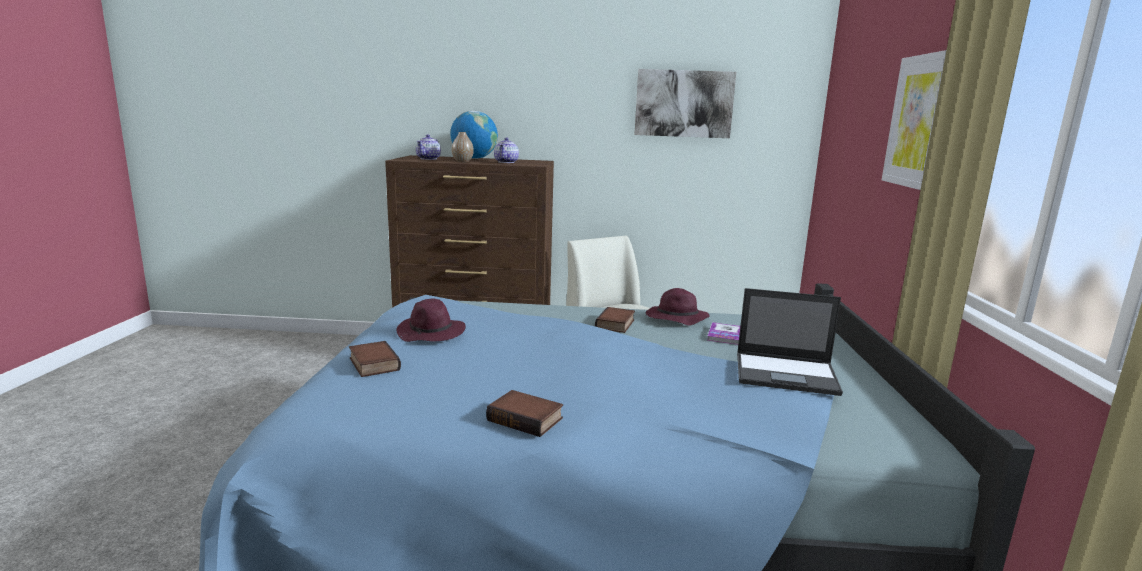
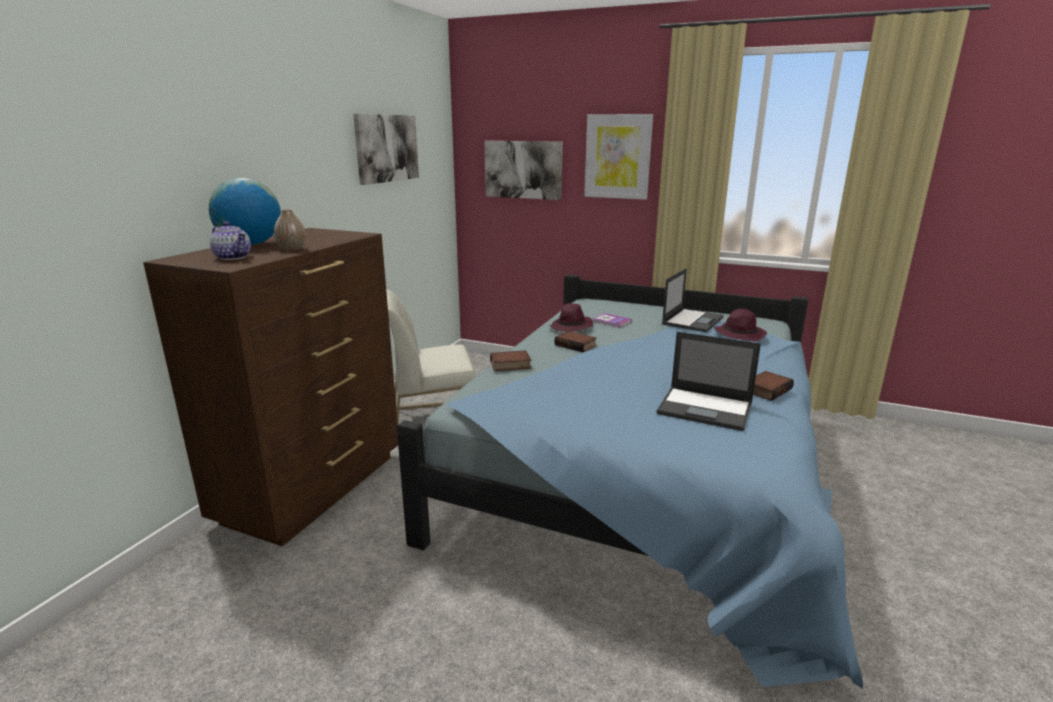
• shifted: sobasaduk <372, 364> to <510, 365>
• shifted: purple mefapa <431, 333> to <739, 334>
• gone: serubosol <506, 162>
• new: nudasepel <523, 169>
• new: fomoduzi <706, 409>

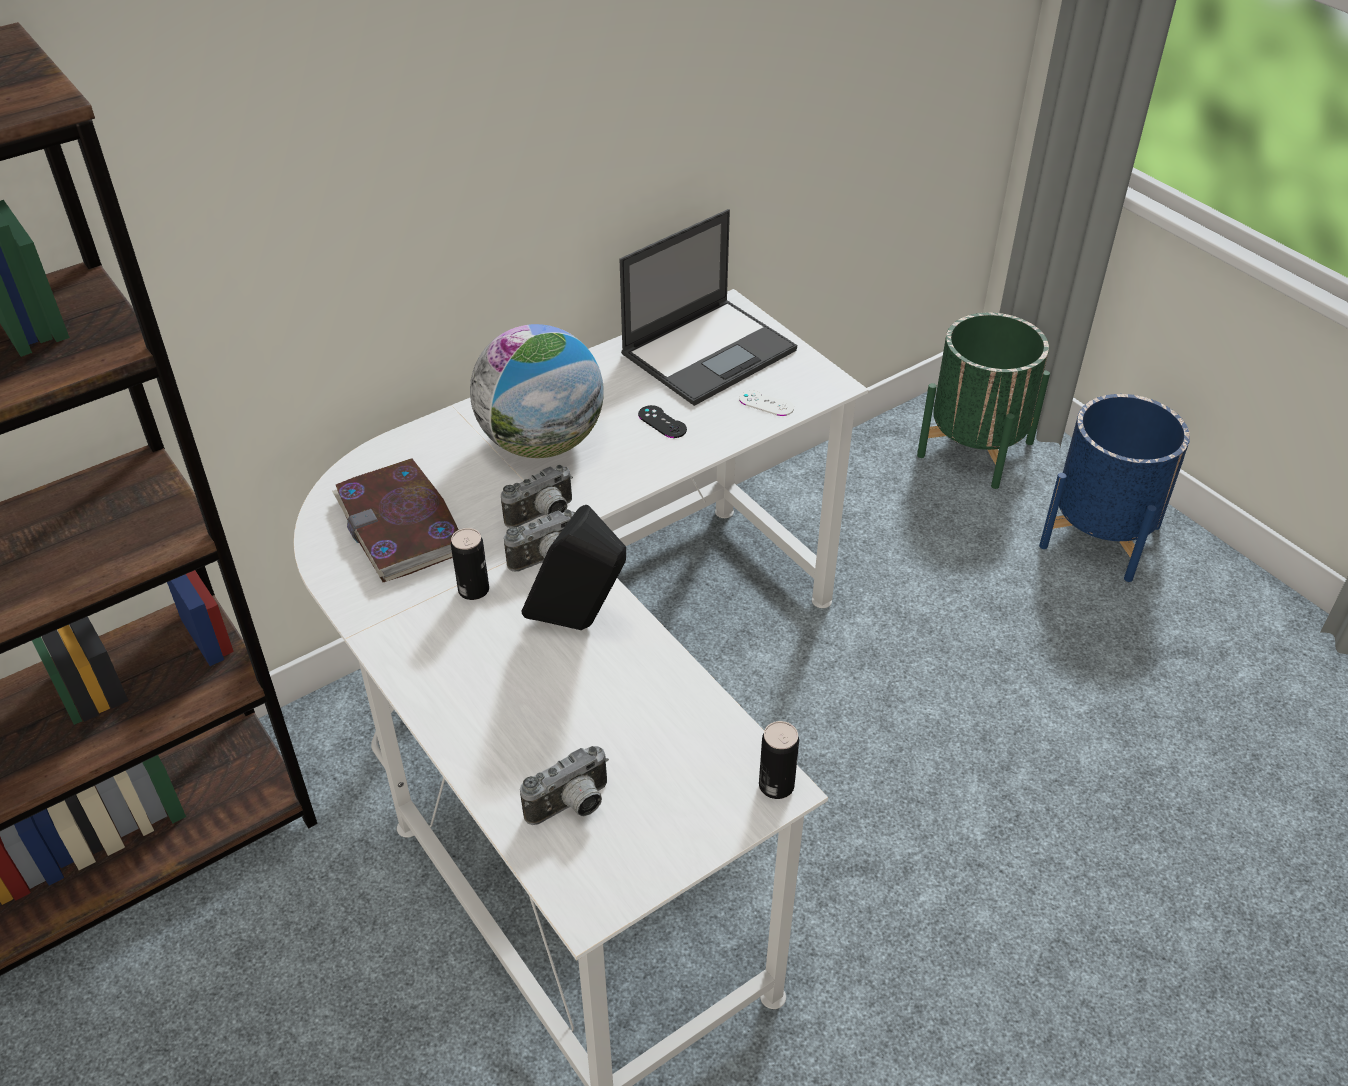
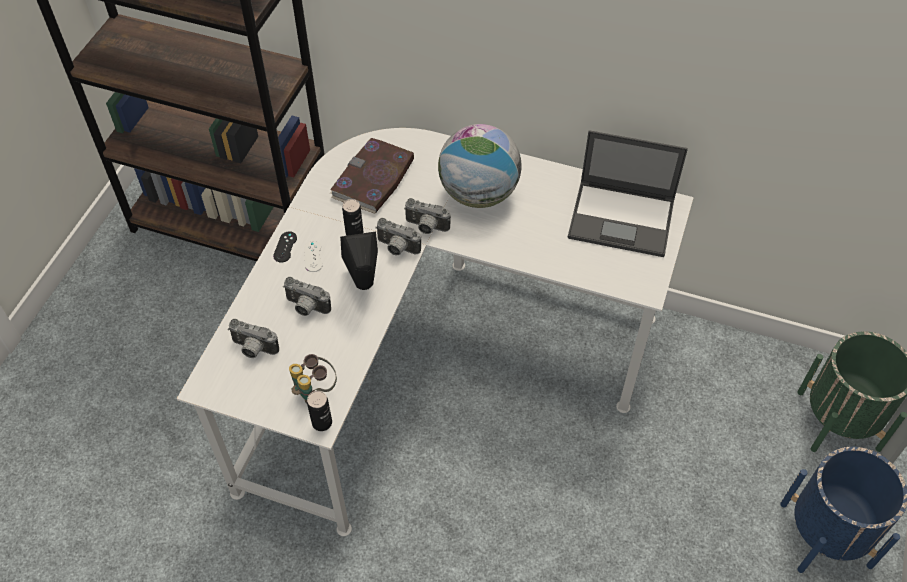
• shifted: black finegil <662, 422> to <285, 247>
• shifted: white finegil <766, 403> to <313, 256>
• new: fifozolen <306, 308>
• new: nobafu <314, 390>

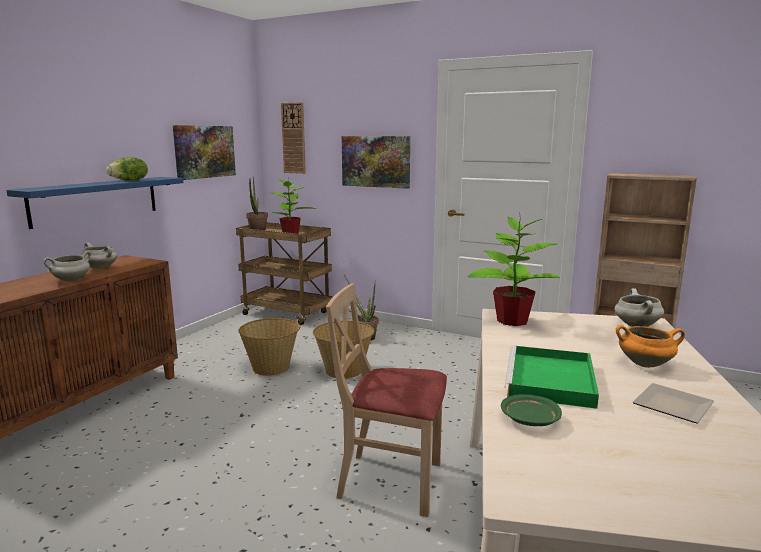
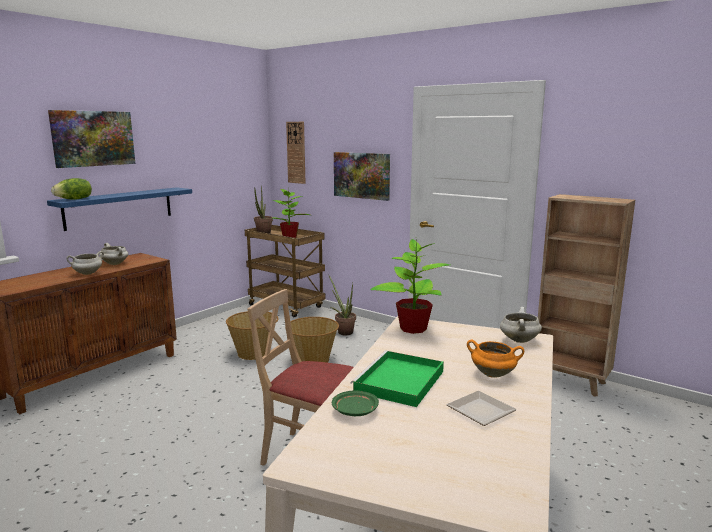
• shifted: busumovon <130, 180> to <74, 199>
• shifted: nudasepel <204, 151> to <93, 138>

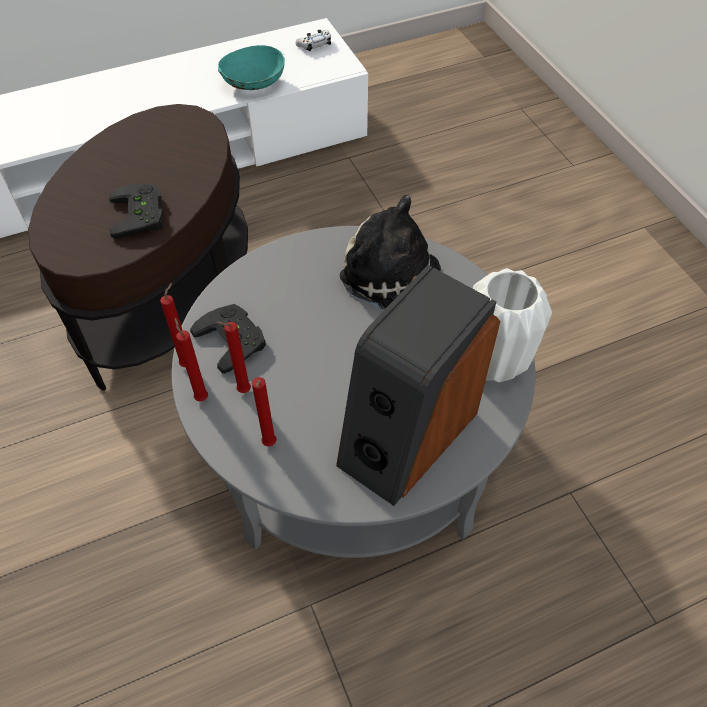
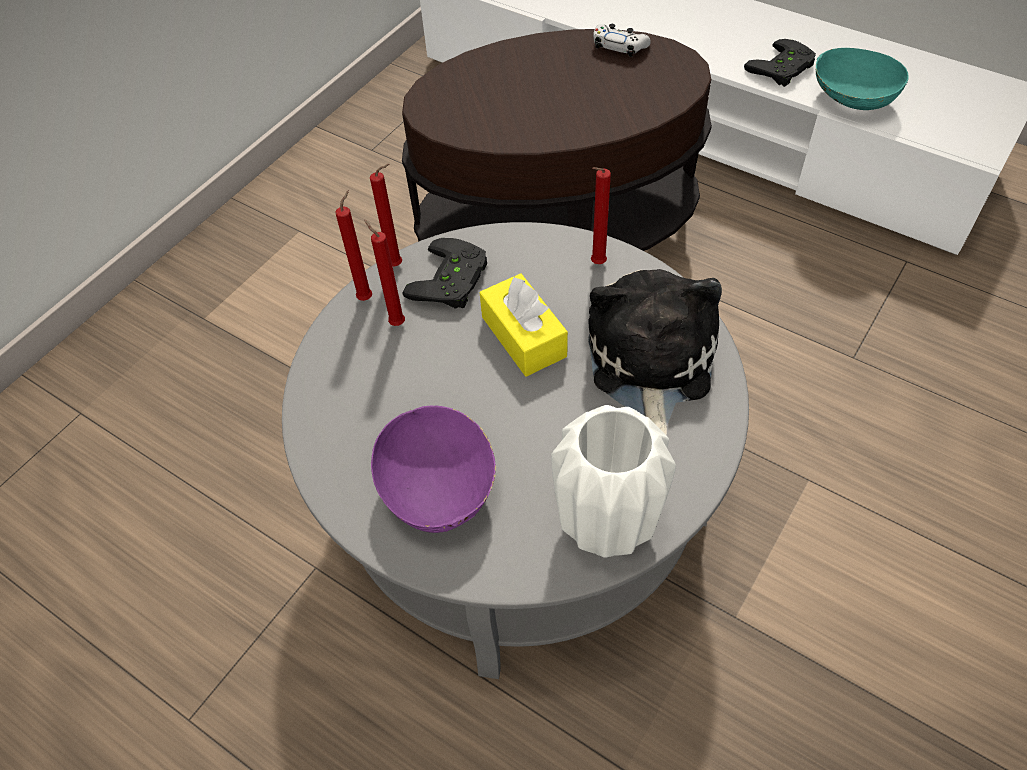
• shifted: black finegil <142, 215> to <783, 69>
• shifted: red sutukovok <269, 445> to <596, 264>
• shifted: white finegil <314, 44> to <619, 46>
• swapped: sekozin <406, 435> to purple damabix <439, 490>
• new: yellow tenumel <523, 336>

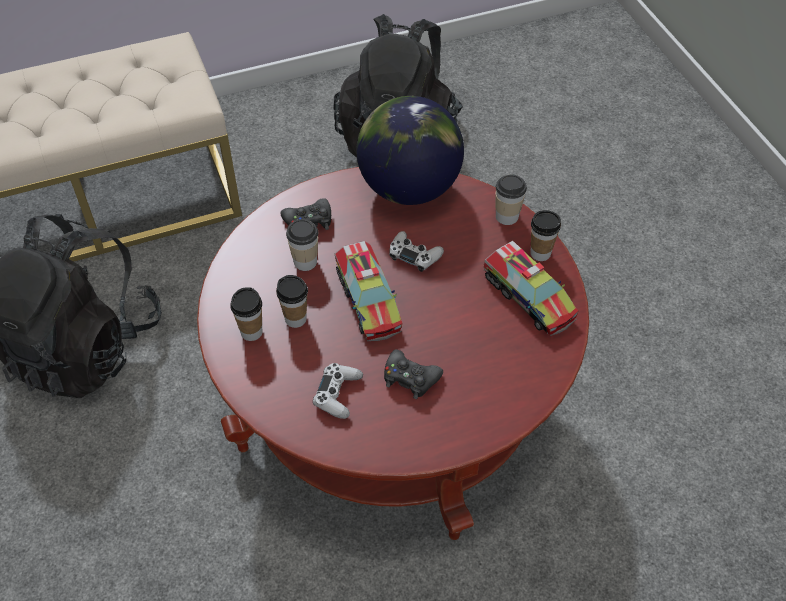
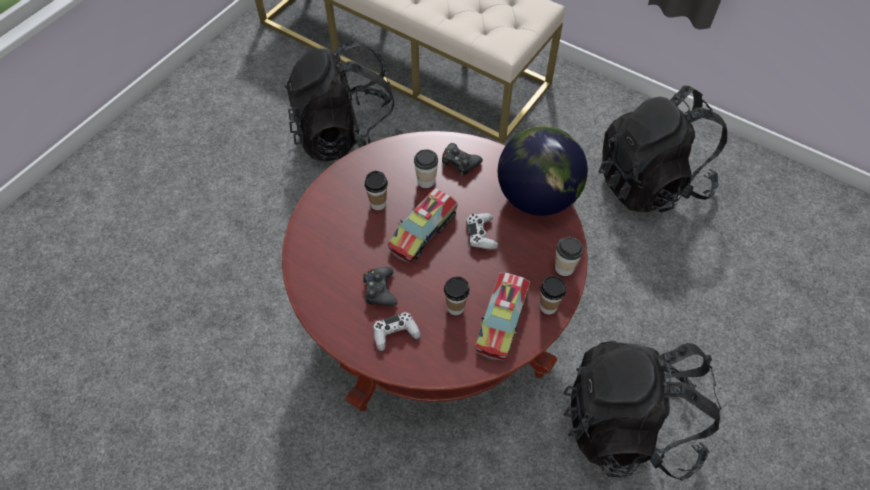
• shifted: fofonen <251, 332> to <455, 307>
• shifted: white finegil <338, 394> to <395, 333>
• new: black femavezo <628, 425>

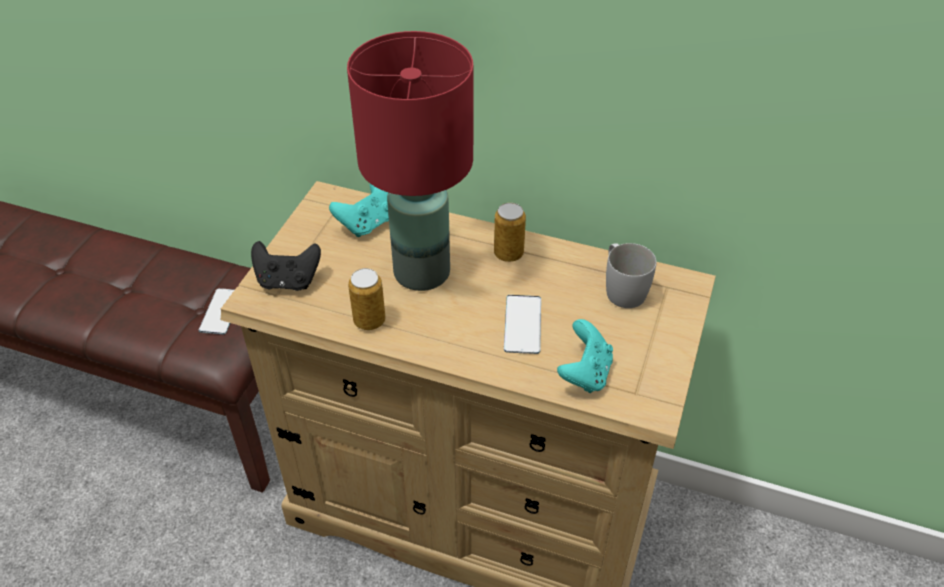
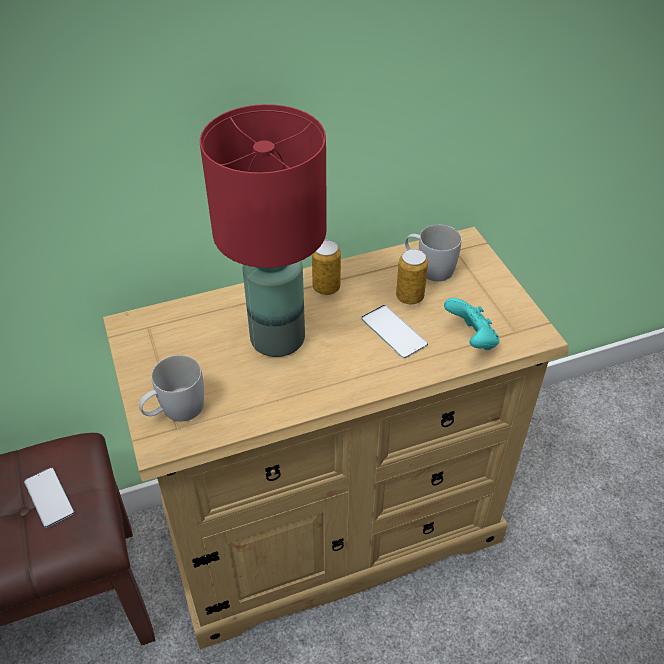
• swapped: black finegil <288, 281> to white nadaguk <175, 410>
• gone: turquoise finegil <366, 224>
• shifted: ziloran <369, 320> to <409, 297>

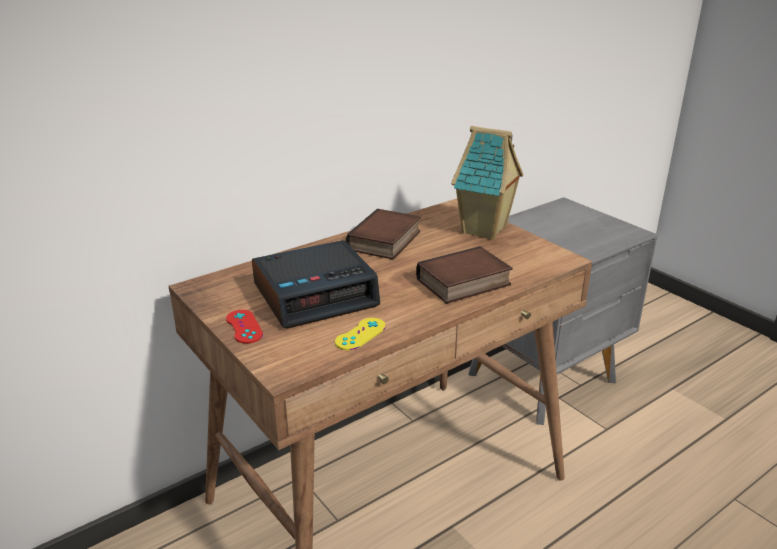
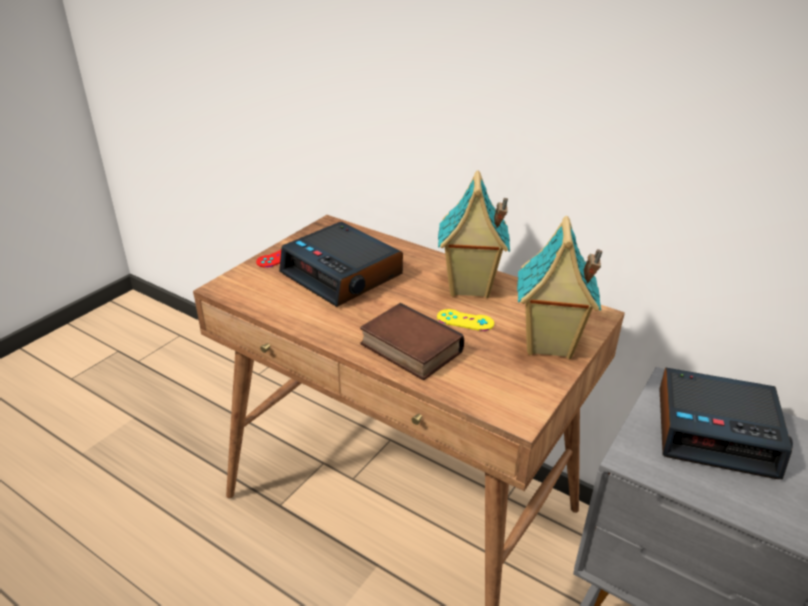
• shifted: yellow finegil <360, 334> to <465, 320>
• swapped: sobasaduk <386, 242> to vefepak <469, 288>
• new: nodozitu <716, 431>

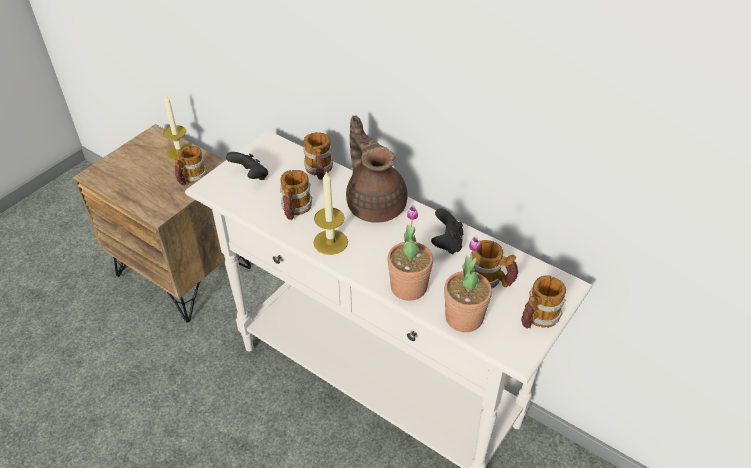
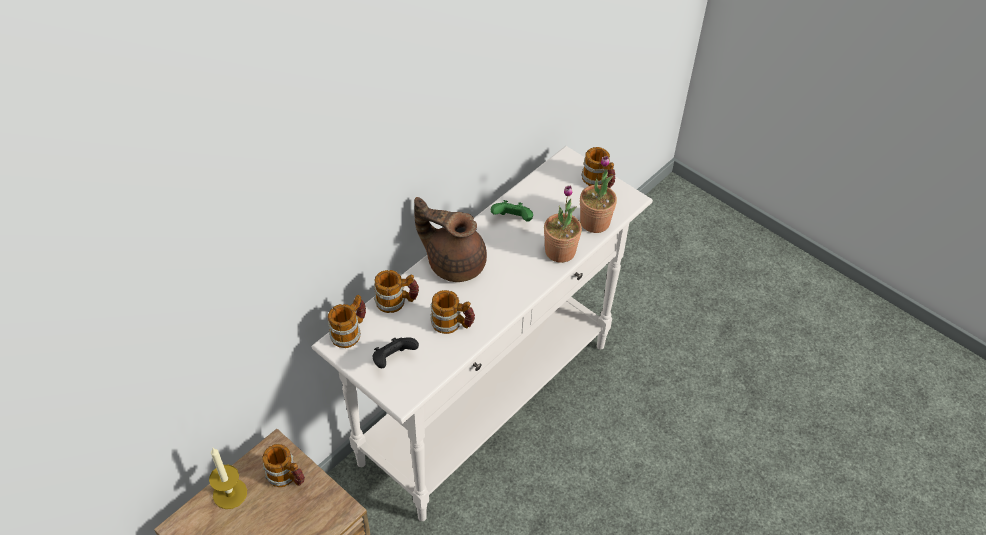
• gone: sutukovok <330, 242>
• rotated: brown serubosol <375, 204> = <454, 262> 45 degrees clockwise
• repainted: black finegil <447, 243> to green finegil <512, 220>
• shifted: nadaguk <490, 280> to <350, 332>

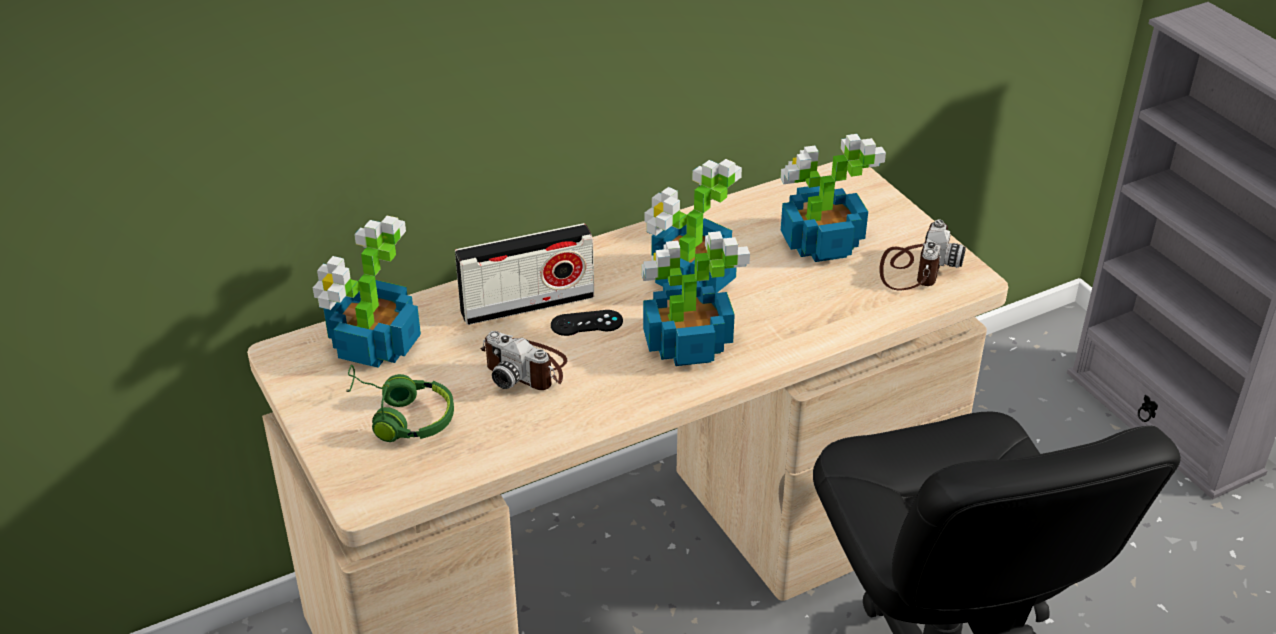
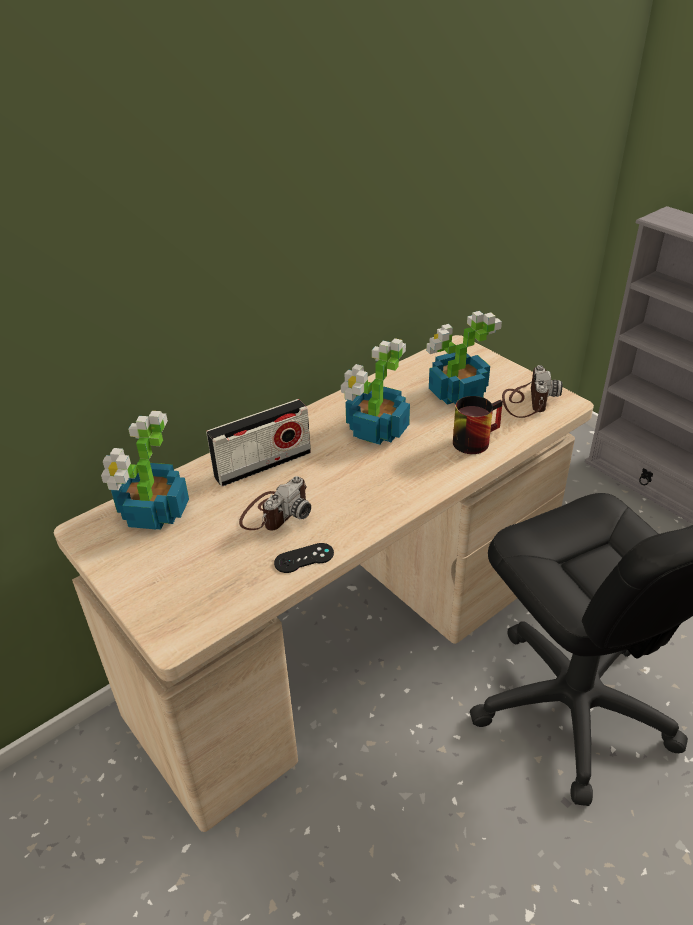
• gone: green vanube <399, 416>
• rotated: fifozolen <526, 367> = <275, 512> 75 degrees counterclockwise
• shifted: black finegil <586, 323> to <304, 558>
• gone: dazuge <686, 344>
• new: nadaguk <473, 438>

